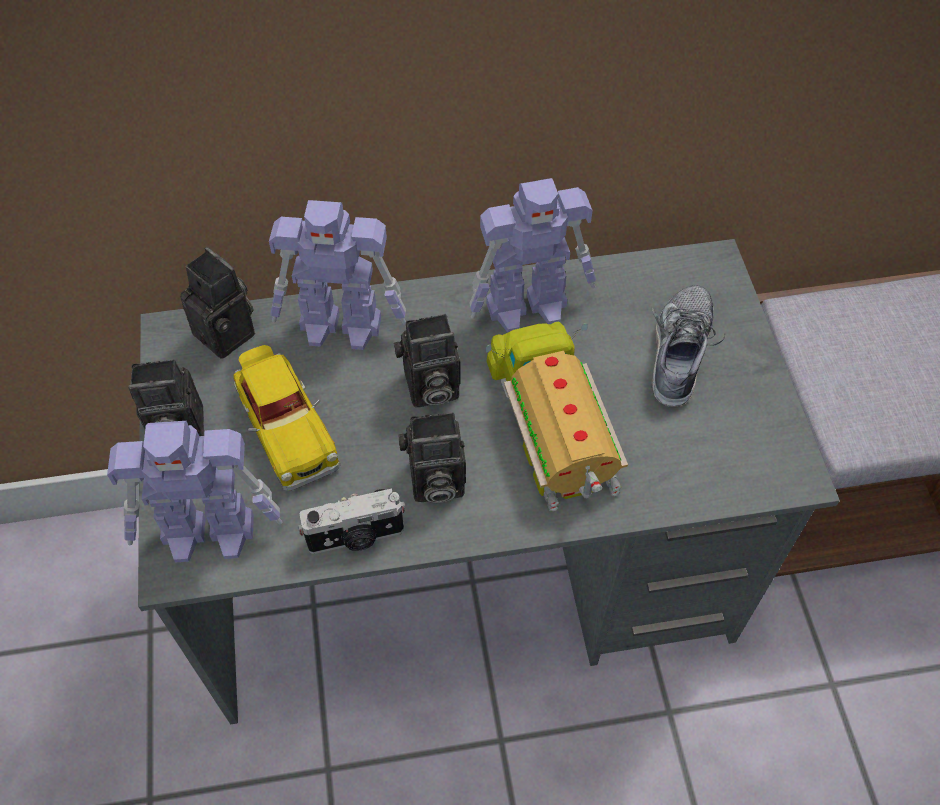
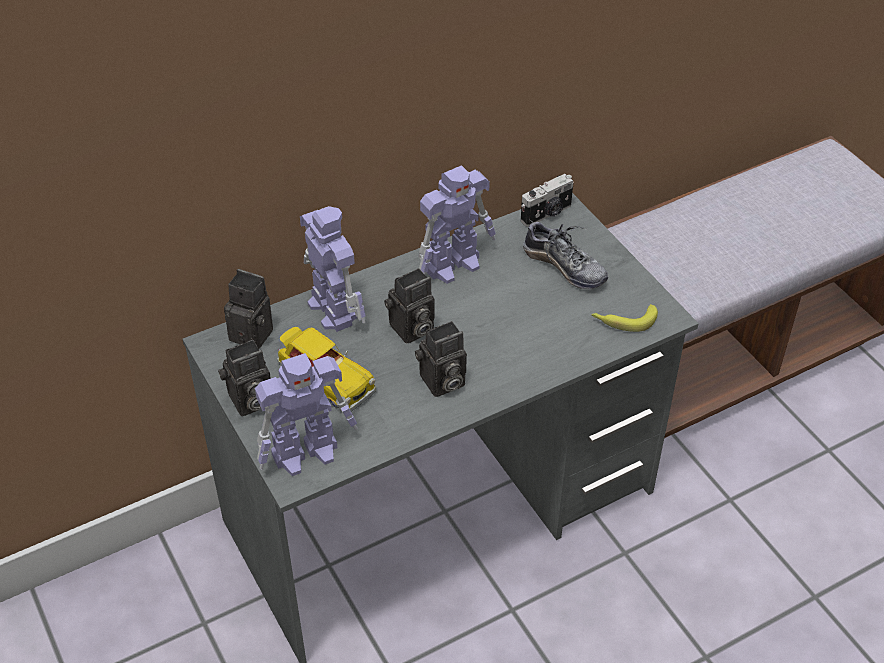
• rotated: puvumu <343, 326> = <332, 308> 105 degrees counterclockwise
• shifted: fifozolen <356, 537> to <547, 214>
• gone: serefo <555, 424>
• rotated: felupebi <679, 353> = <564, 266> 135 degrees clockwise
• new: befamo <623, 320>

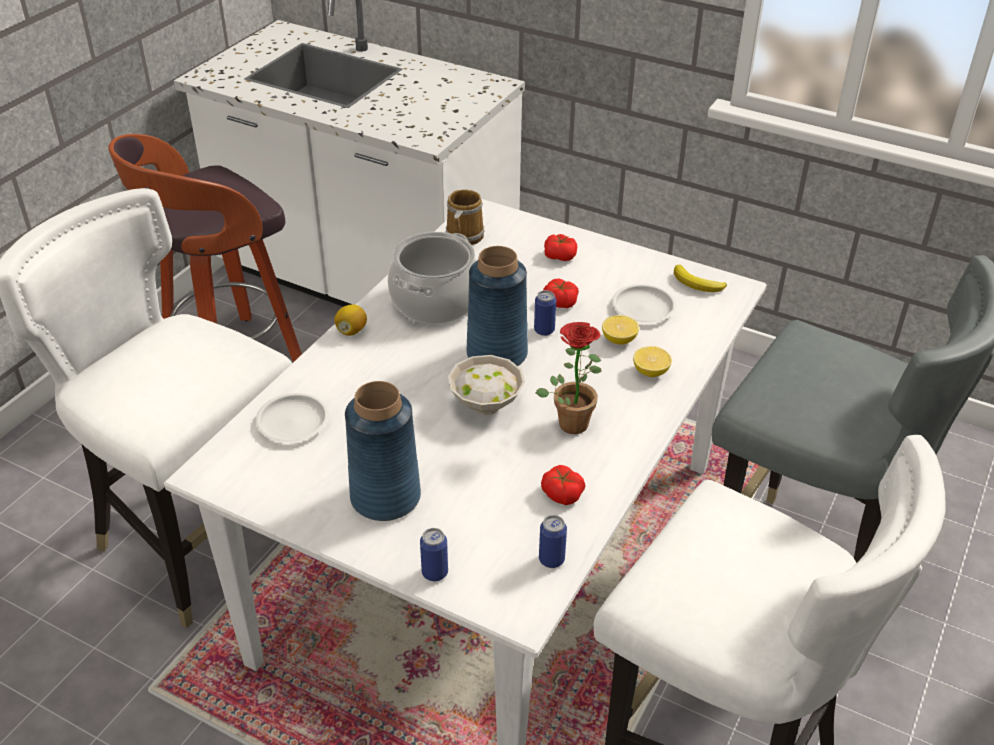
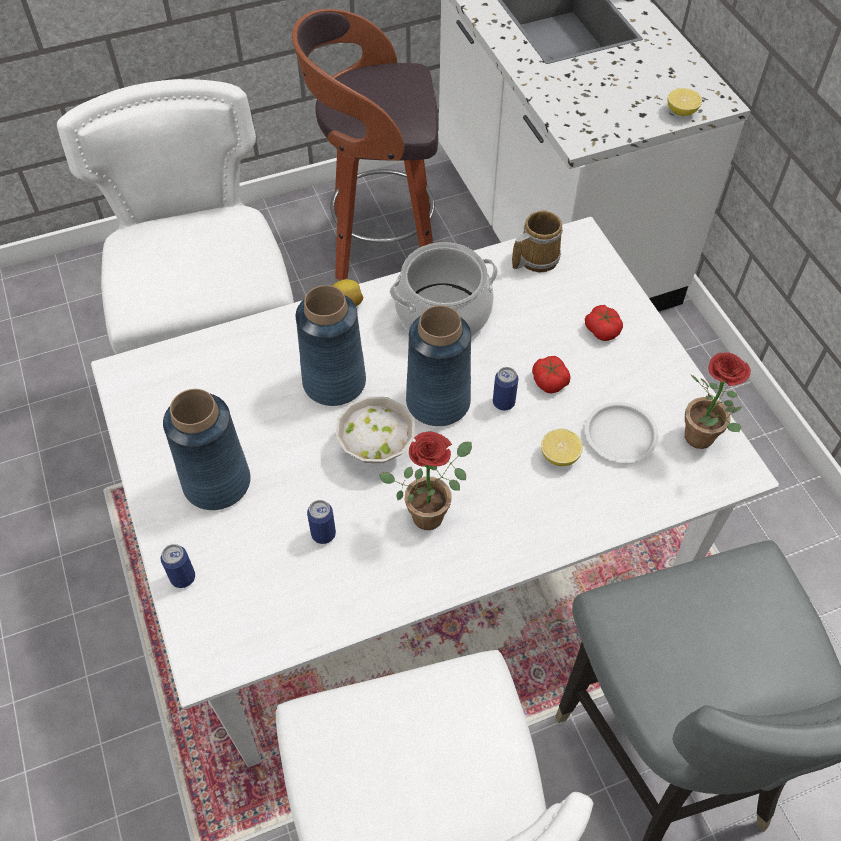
• gone: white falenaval <293, 421>
• shifted: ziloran <551, 559> to <323, 534>
• gone: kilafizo <562, 493>
• shifted: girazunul <650, 372> to <681, 112>
• swapped: befamo <697, 284> to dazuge <703, 441>
• new: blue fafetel <335, 382>

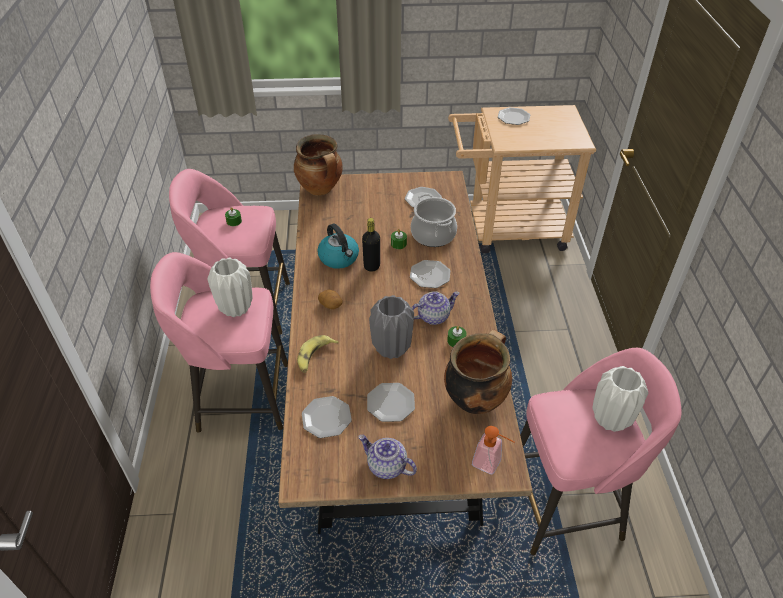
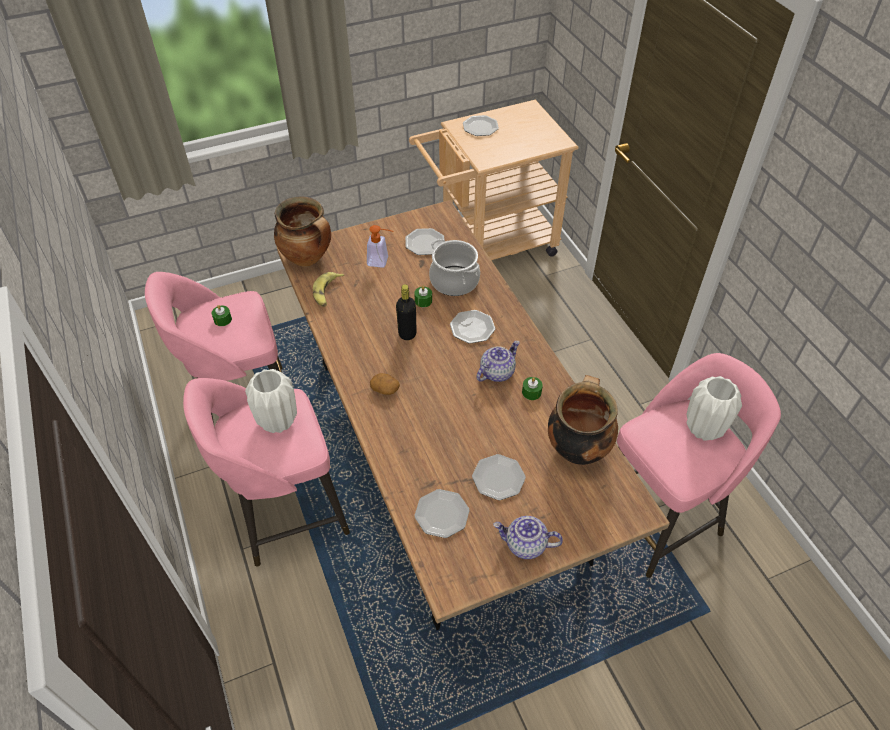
• shifted: befamo <315, 357> to <327, 292>
• gone: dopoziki <339, 258>
• gone: grey fafetel <392, 349>
• shifted: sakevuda <491, 464> to <381, 261>

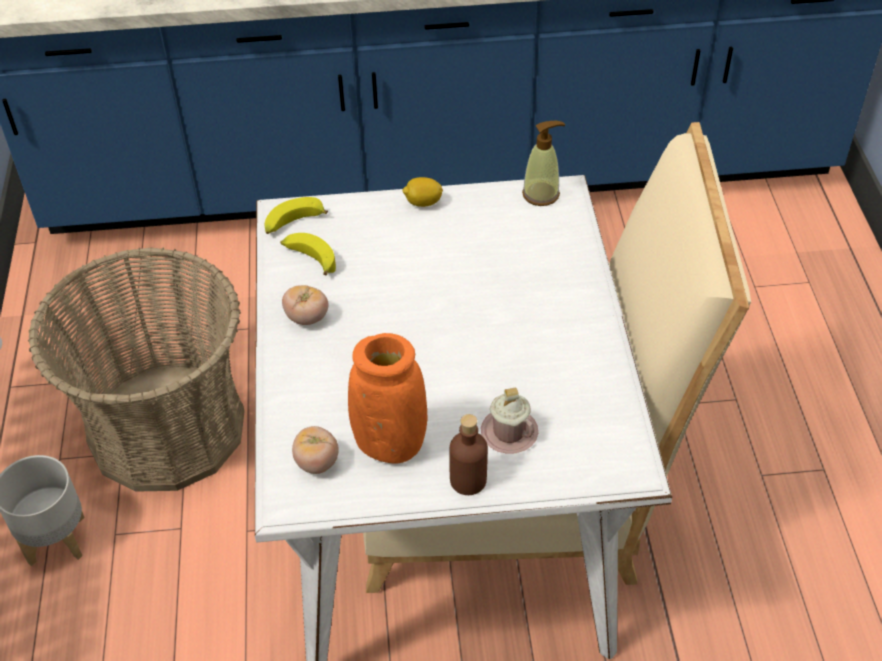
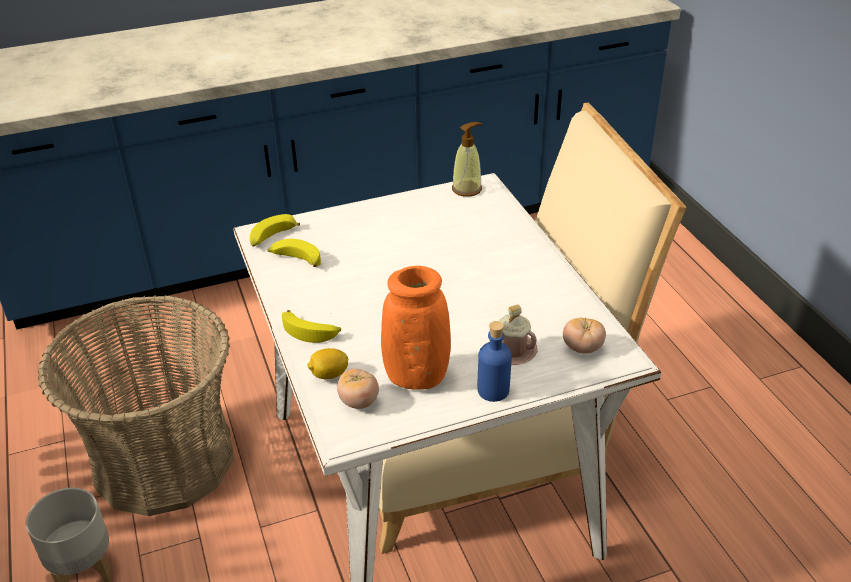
• shifted: kilafizo <307, 317> to <582, 348>
• shifted: girazunul <423, 203> to <329, 375>
• repainted: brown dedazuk <468, 480> to blue dedazuk <493, 390>
• new: befamo <311, 331>

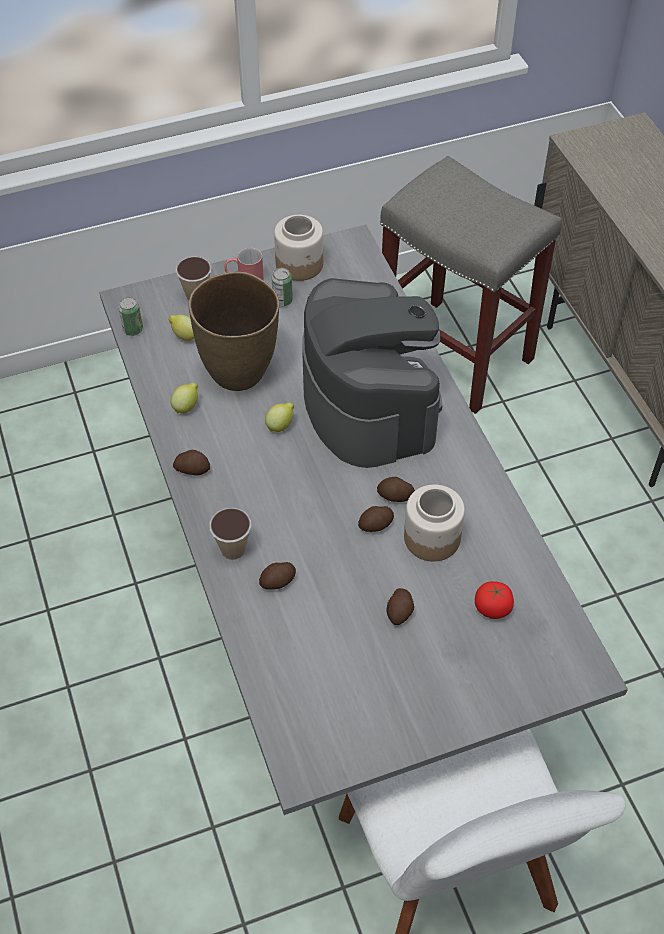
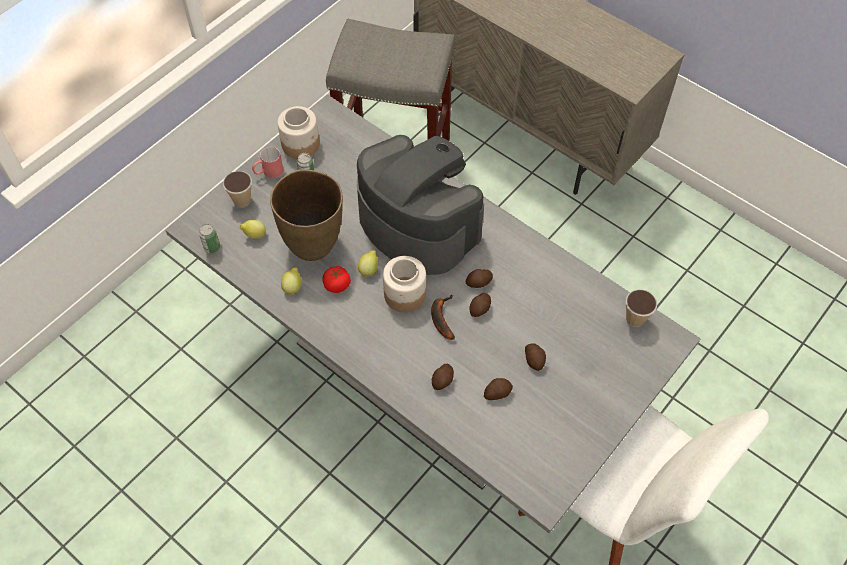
• shifted: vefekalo <192, 469> to <497, 392>
• shifted: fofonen <233, 549> to <635, 319>
• shifted: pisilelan <431, 538> to <404, 295>
• shifted: kilafizo <492, 608> to <337, 285>
• new: befamo <441, 318>

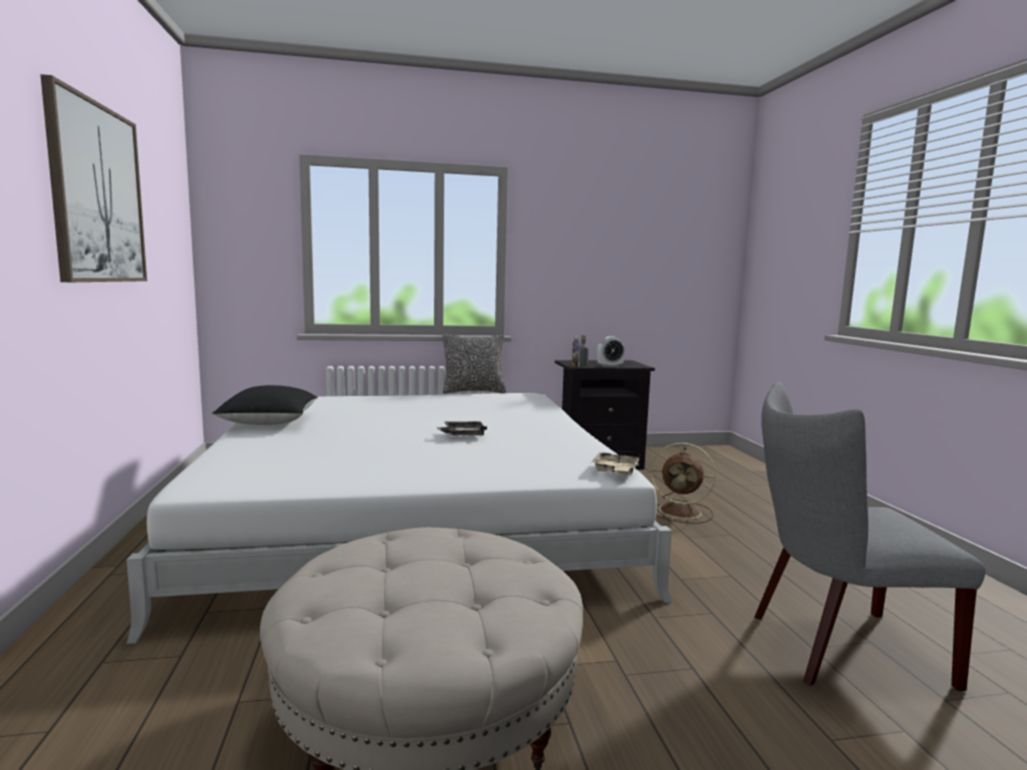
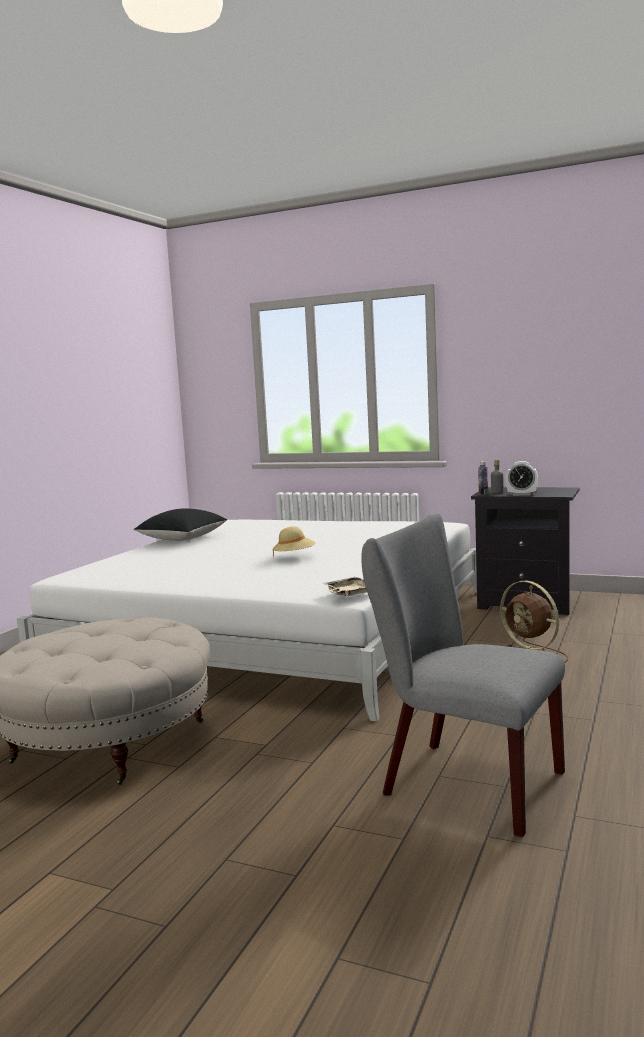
• gone: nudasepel <97, 194>
• swapped: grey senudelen <462, 435> to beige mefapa <295, 556>
• gone: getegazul <473, 391>

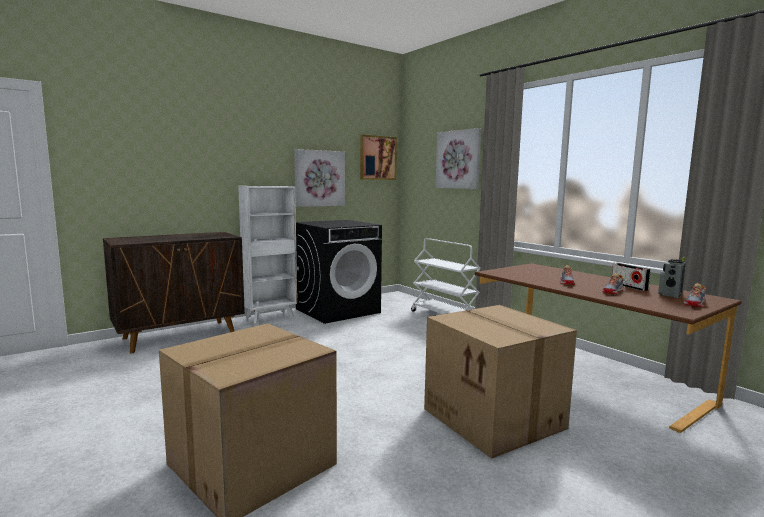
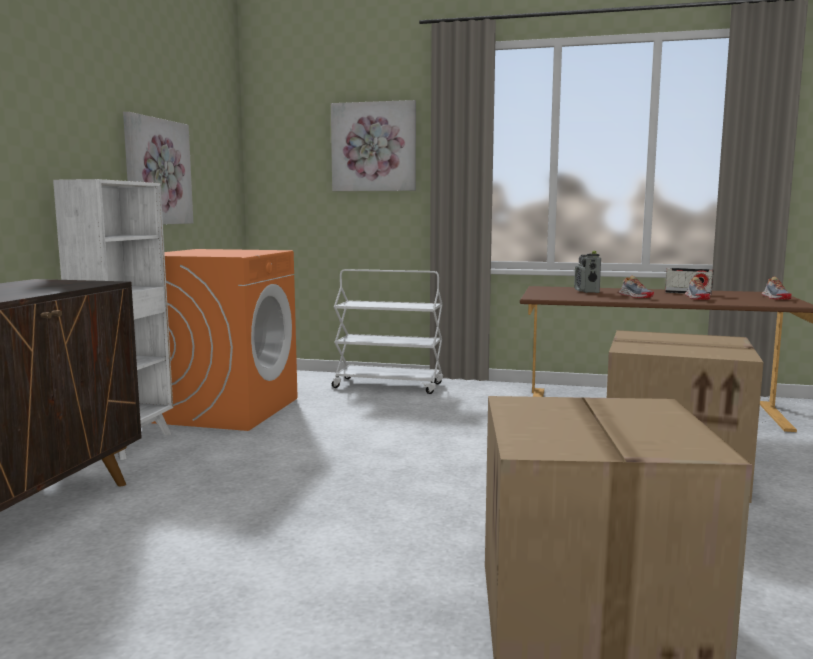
• repainted: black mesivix <338, 310> to orange mesivix <225, 409>
• gone: nudasepel <378, 158>
• shifted: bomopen <670, 294> to <586, 291>

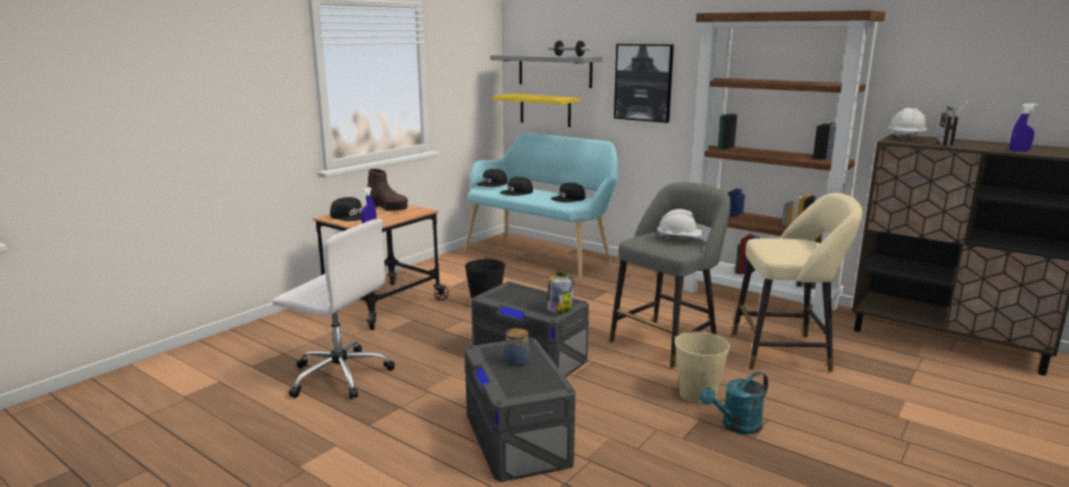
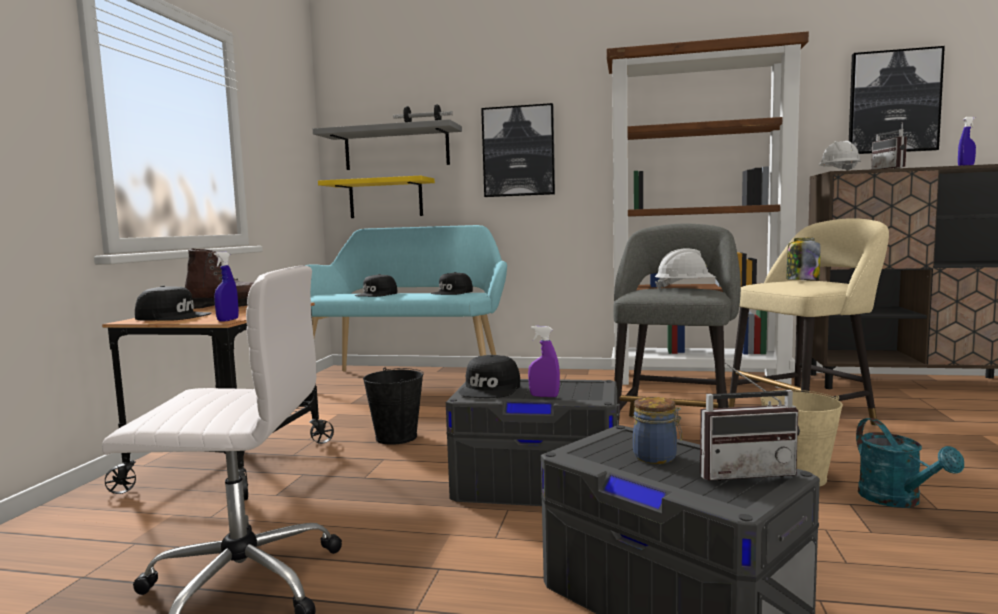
• shifted: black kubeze <492, 184> to <491, 389>
• shifted: pisilelan <559, 309> to <802, 280>
• rotated: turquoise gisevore <736, 426> = <897, 501> 45 degrees counterclockwise
• new: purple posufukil <544, 396>
• new: bomopen <743, 472>
• new: nudasepel <893, 102>

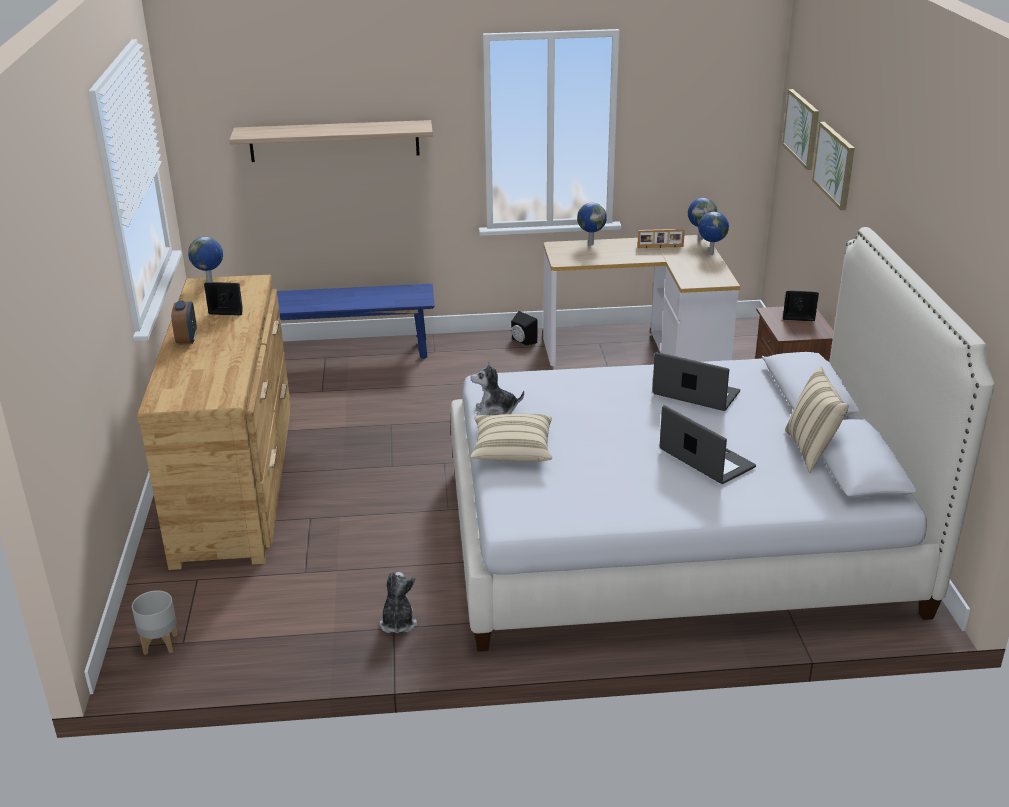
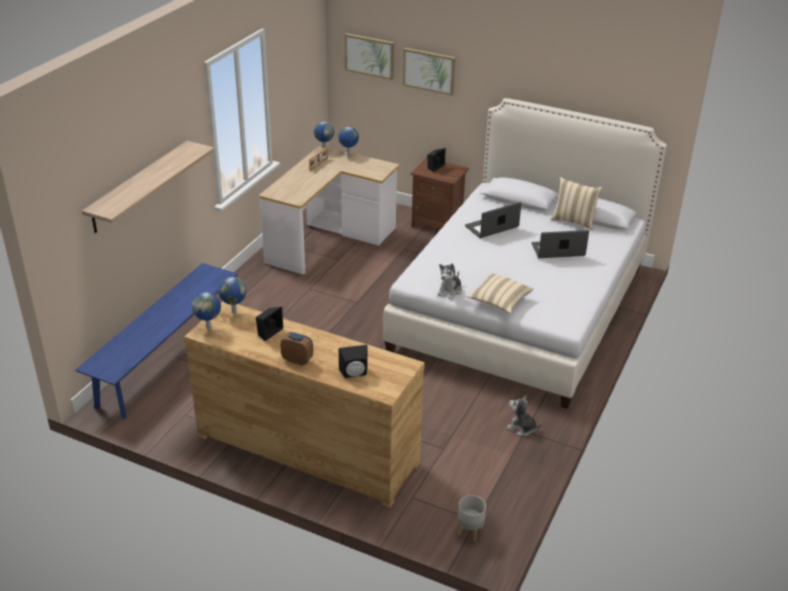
• shifted: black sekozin <522, 341> to <354, 374>
• shifted: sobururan <590, 244> to <233, 312>

